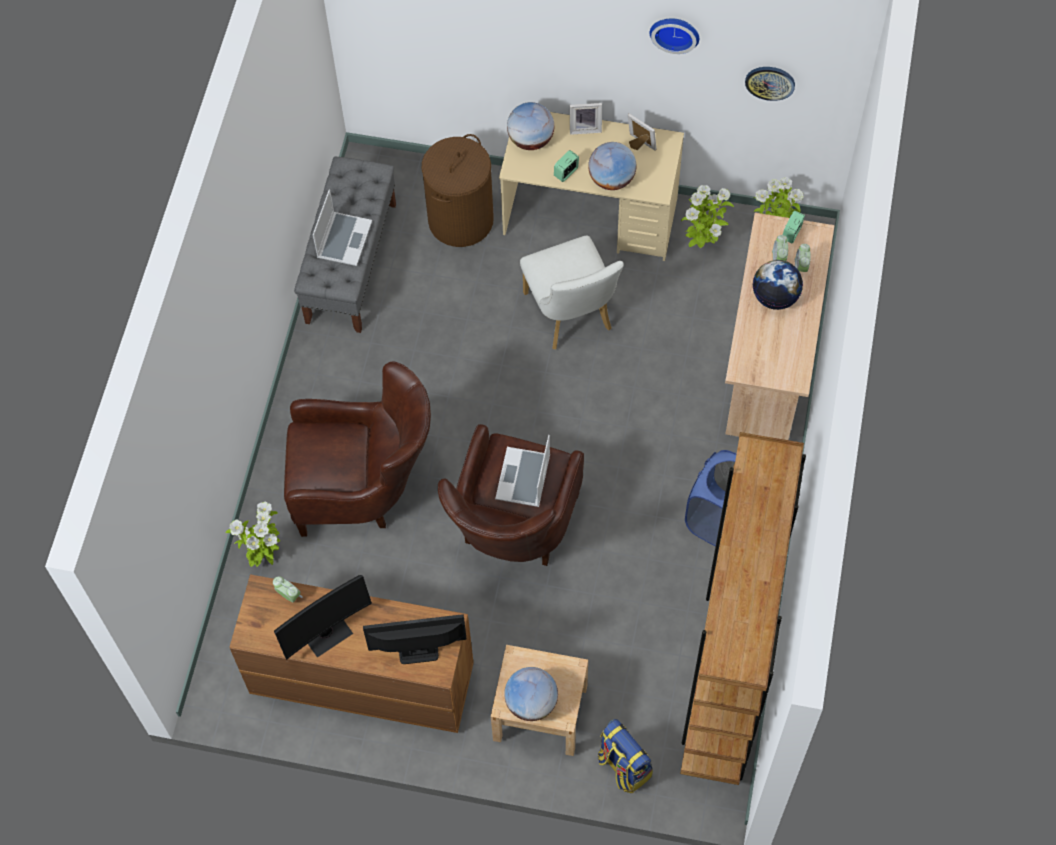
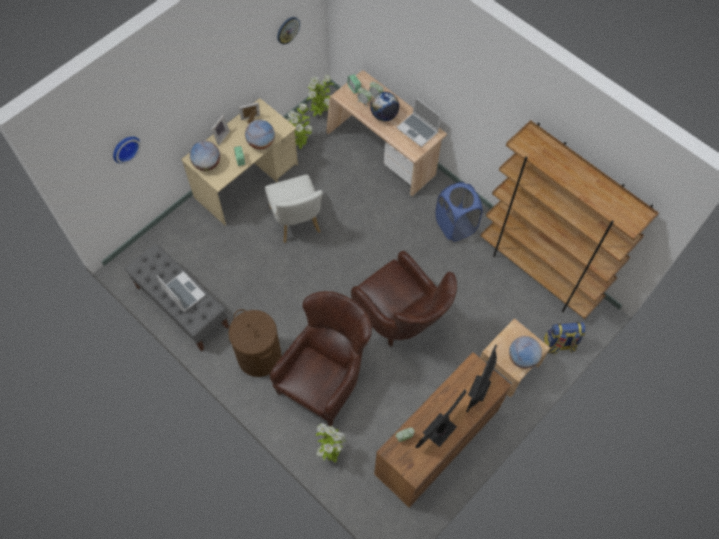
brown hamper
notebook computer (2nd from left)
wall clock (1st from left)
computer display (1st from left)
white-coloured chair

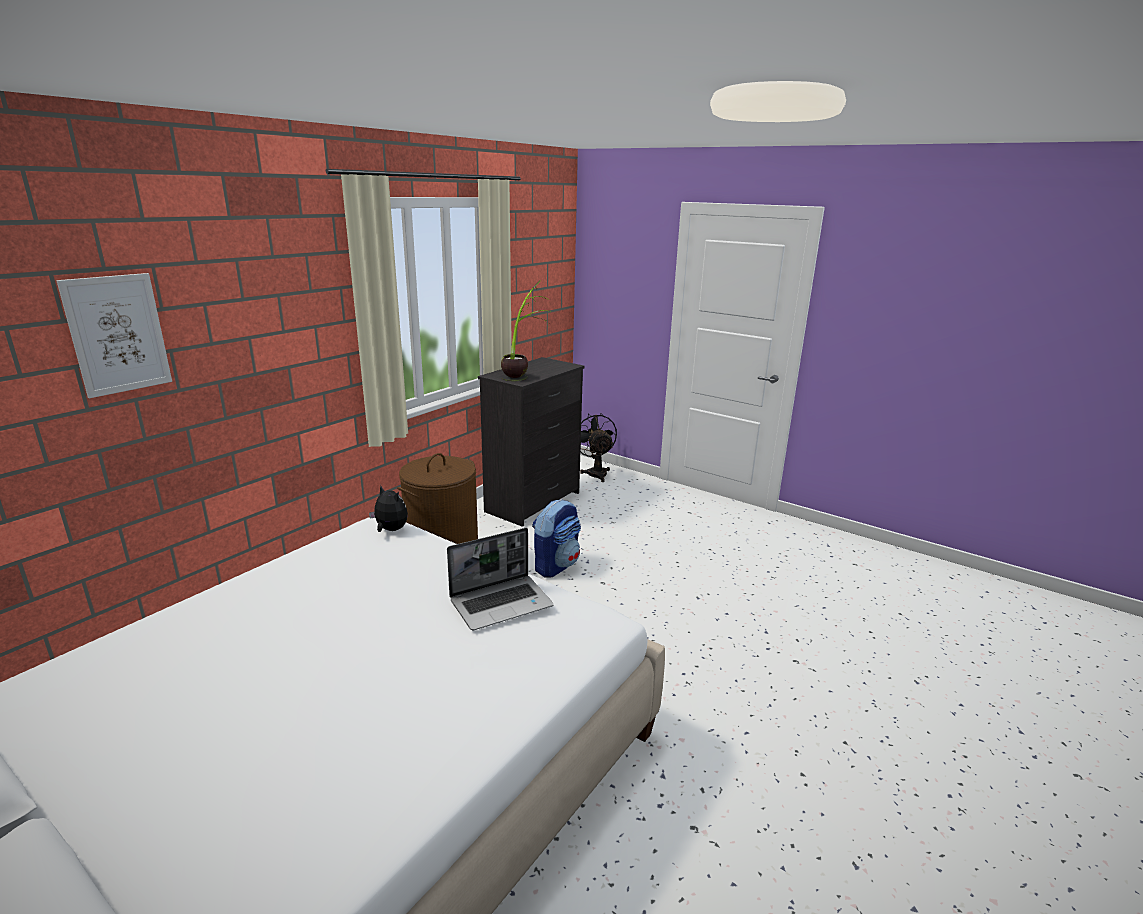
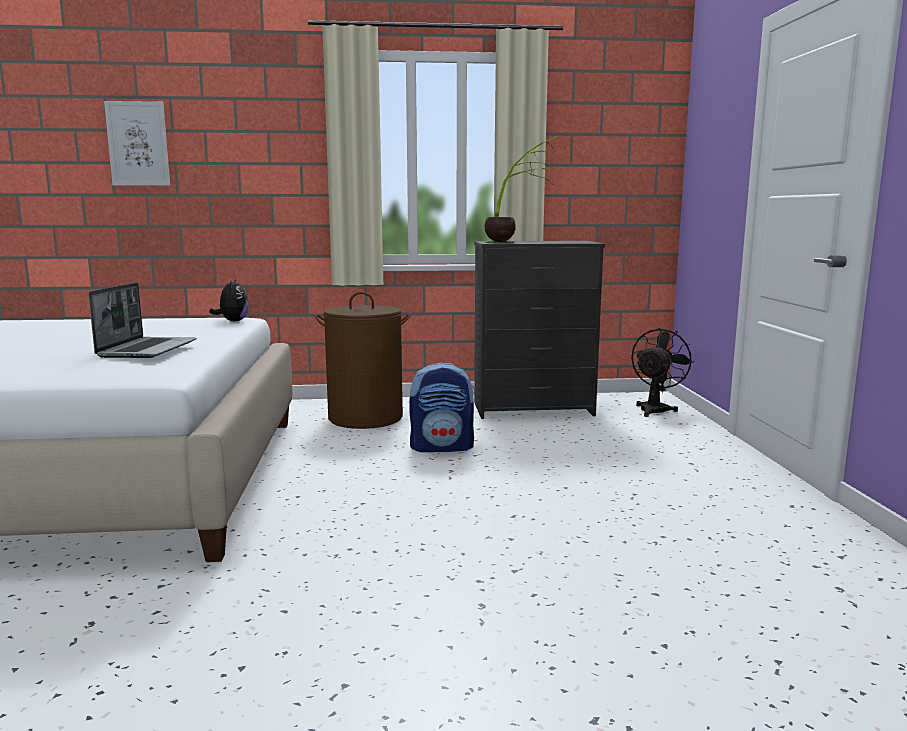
notebook computer

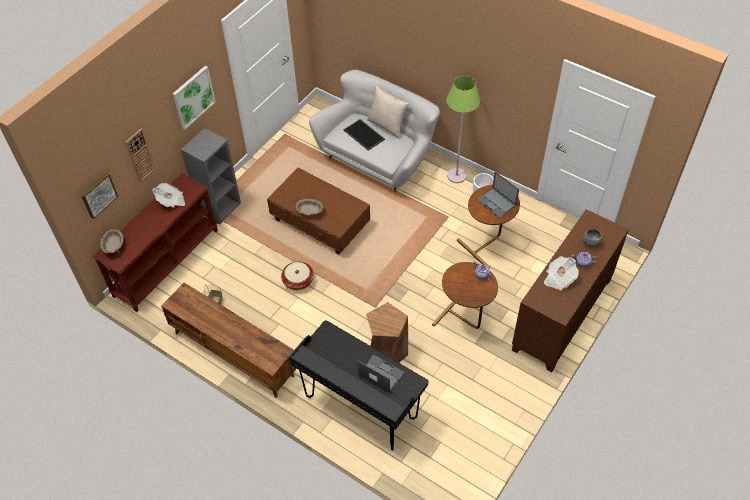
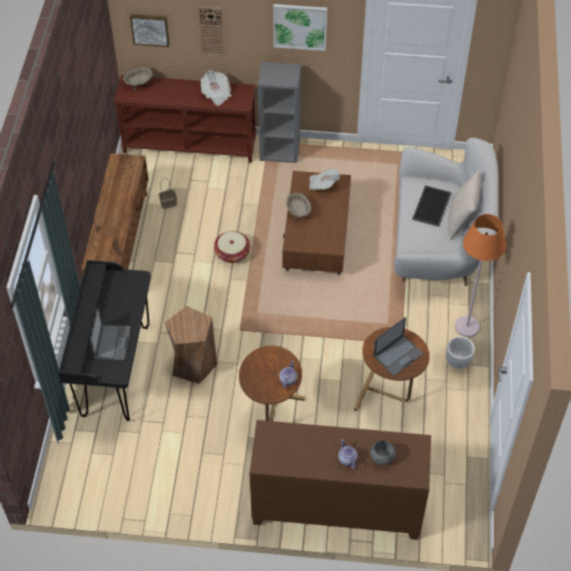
newspaper (2nd from left)
orange standing lamp
notebook computer (2nd from left)

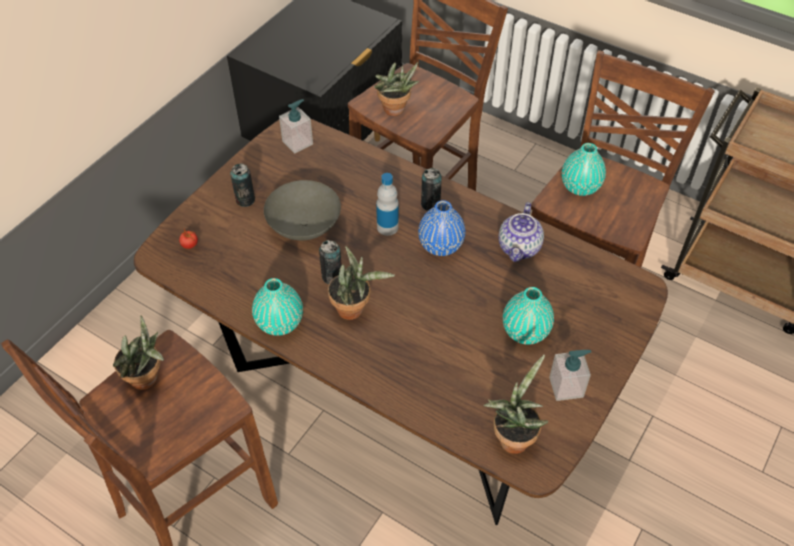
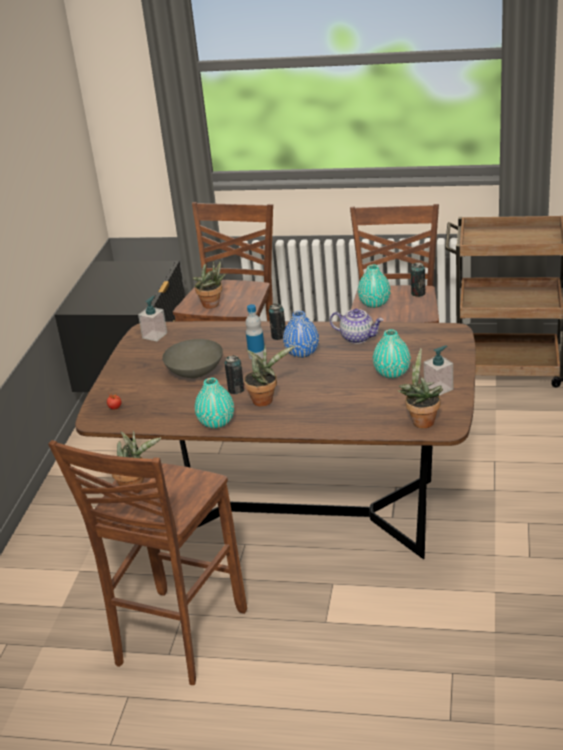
can (3rd from left)
pot for tea

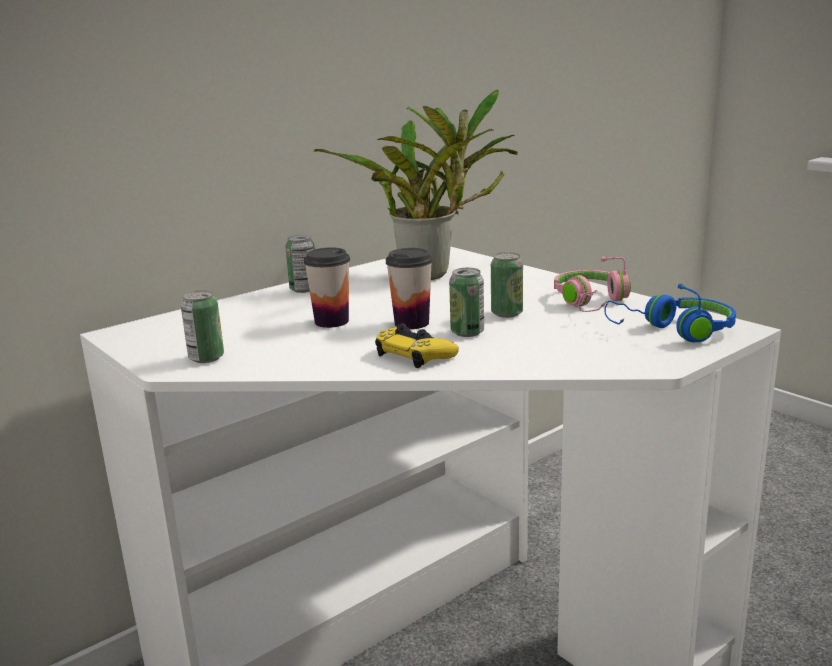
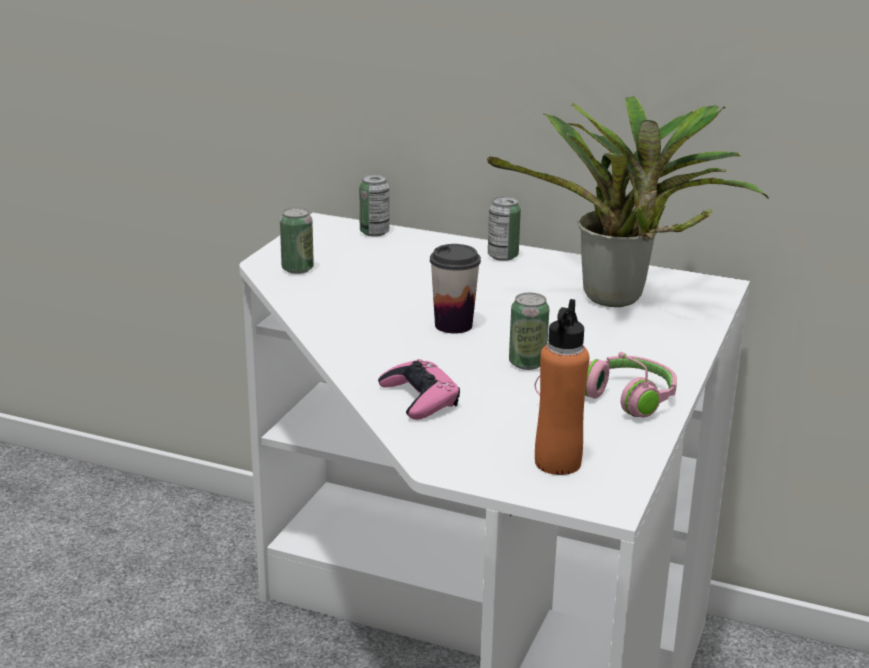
drinking cup (1st from left in the first image)
yellowish gamepad
pink gamepad
can (2nd from left)
orange drink bottle

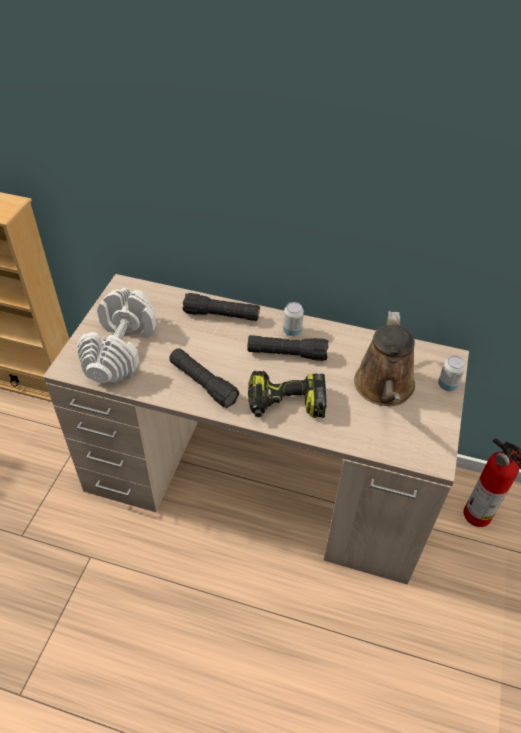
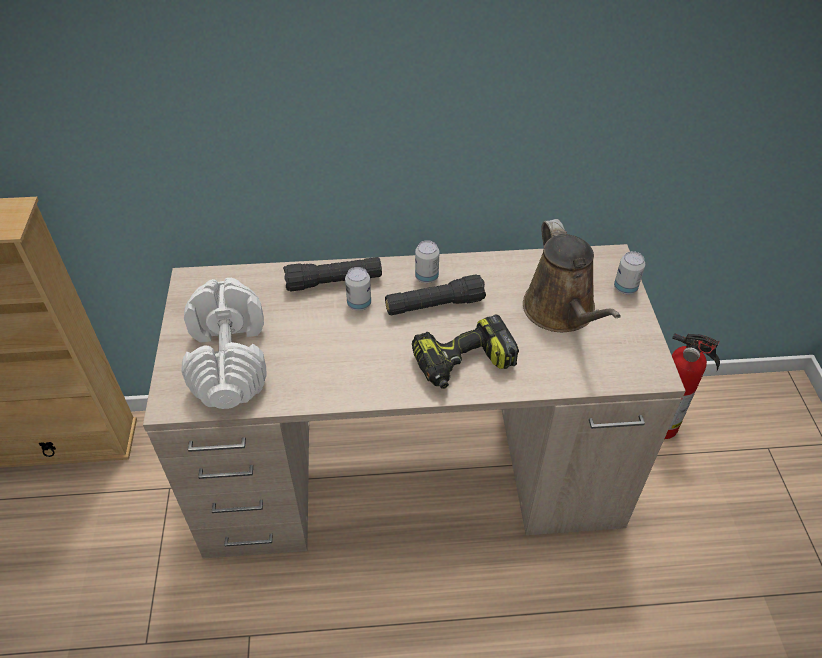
blackish flashlight (1st from left in the first image)
can (1st from left)

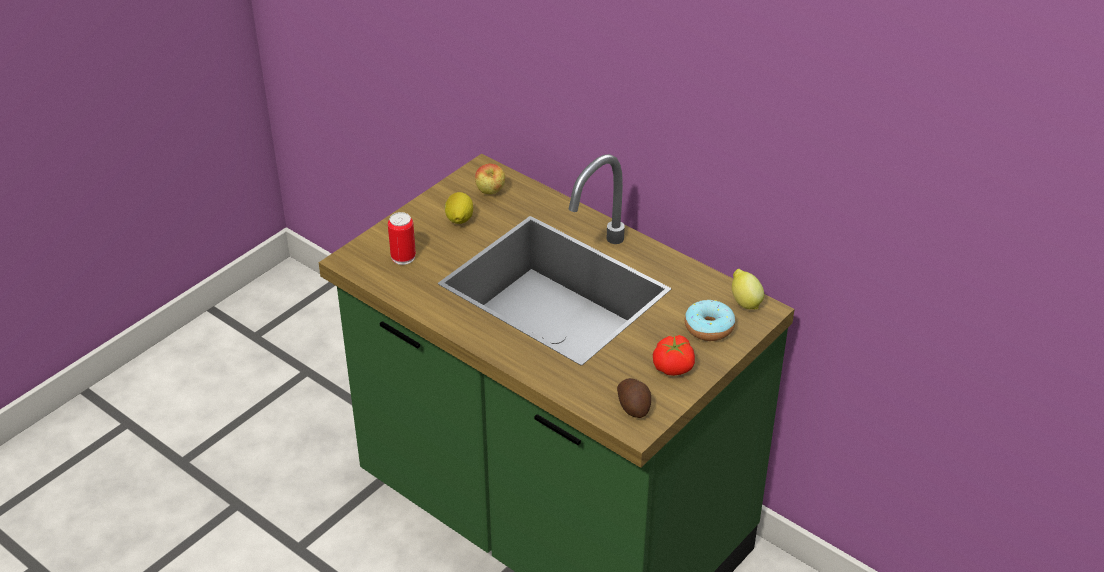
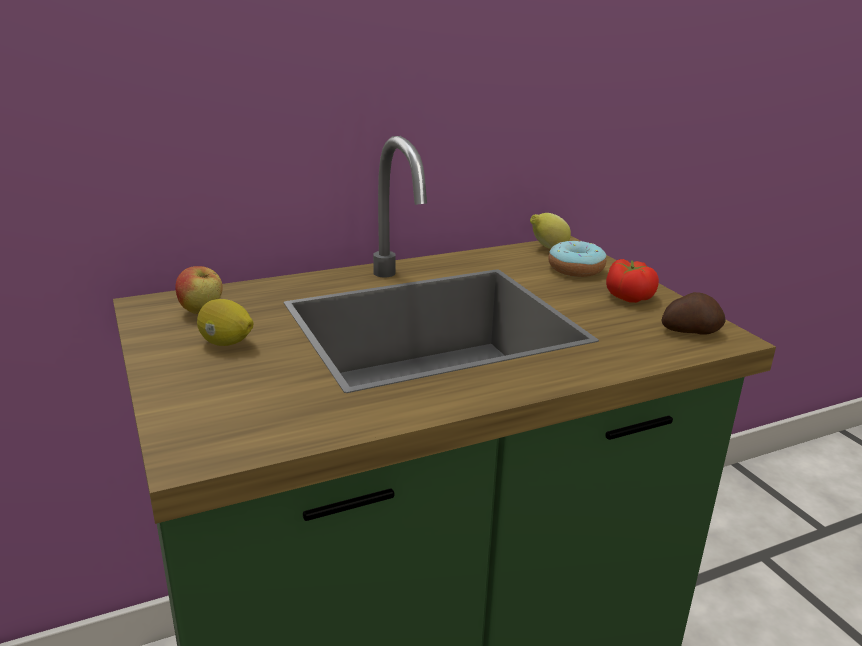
can

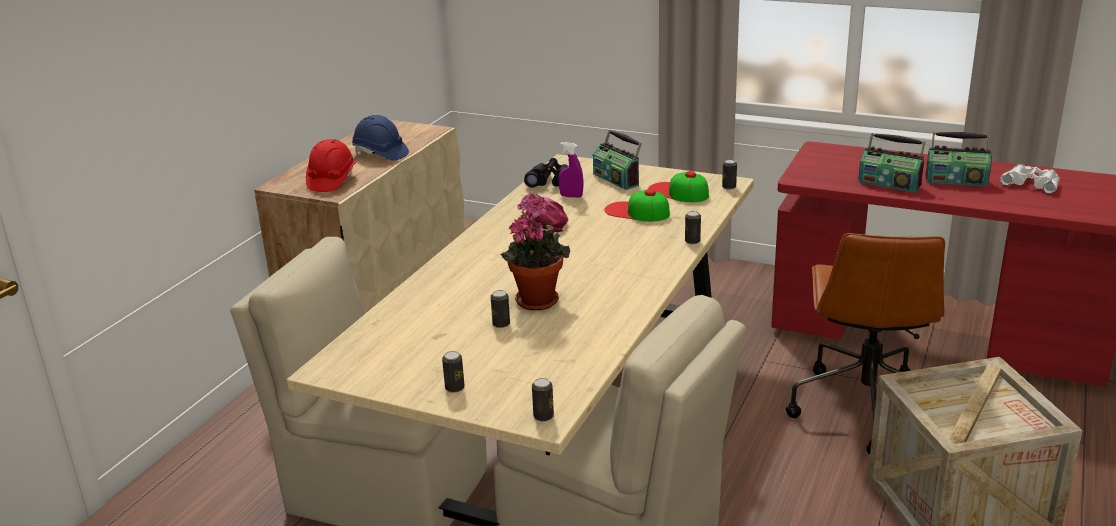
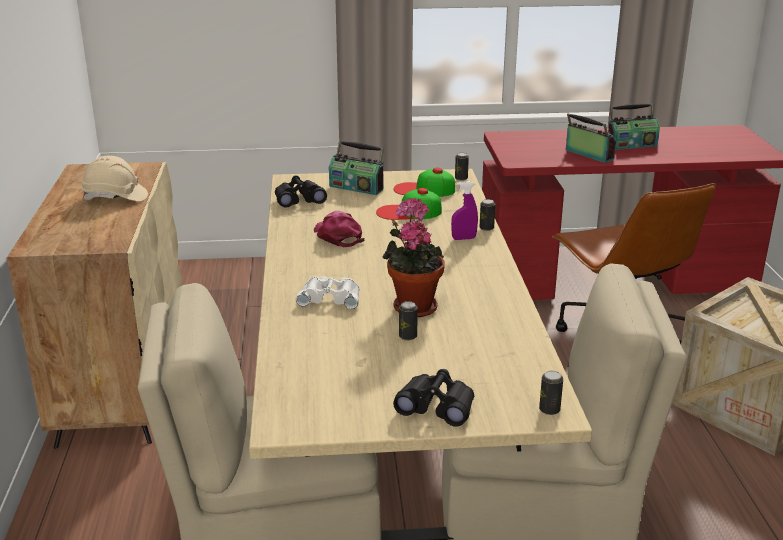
red hard hat
purple-coloured sprayer
white-coloured field glasses
blackish field glasses (2nd from left)
beige hard hat
radio (2nd from left)

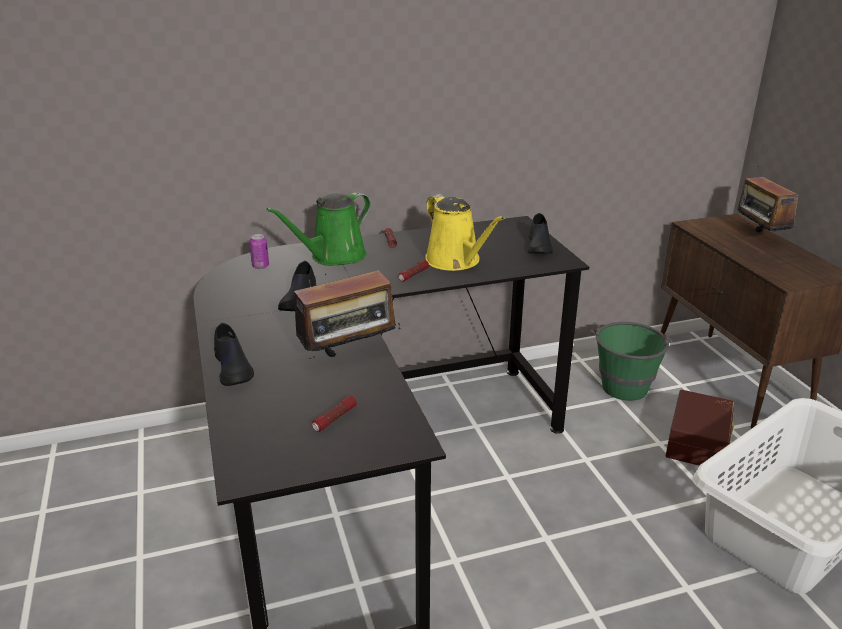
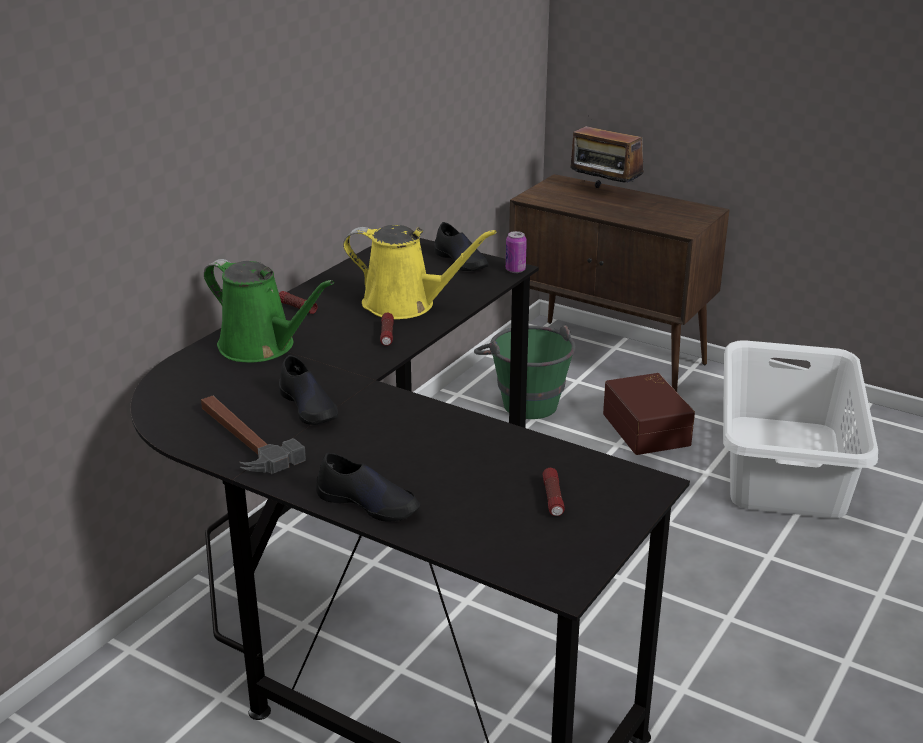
radio (1st from left in the first image)
hammer
can
green-coloured watering pot

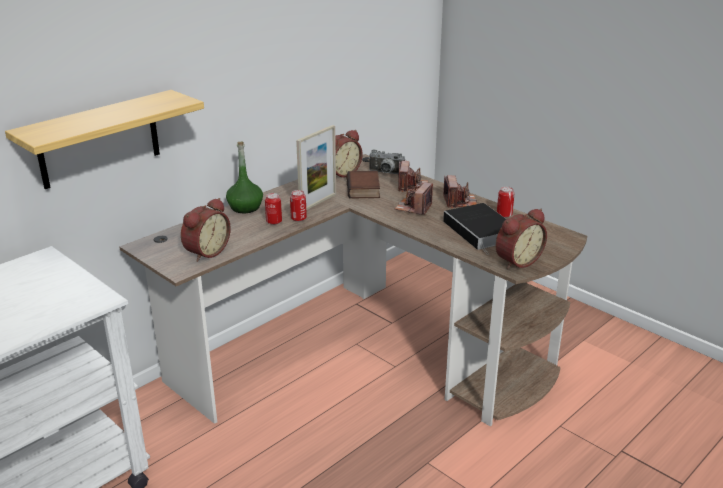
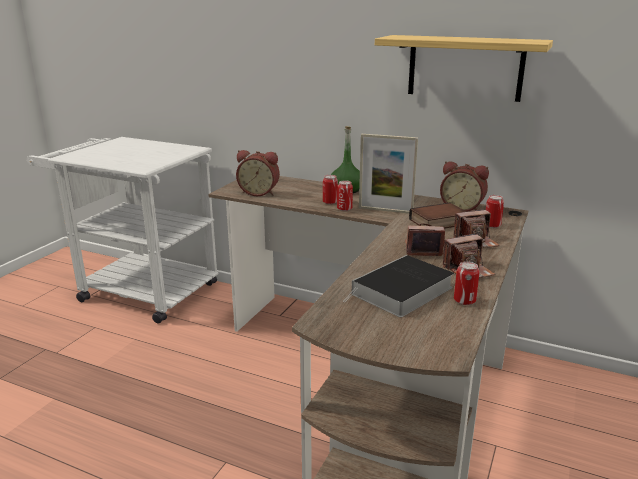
table clock (3rd from left in the first image)
shelf
can (4th from left)

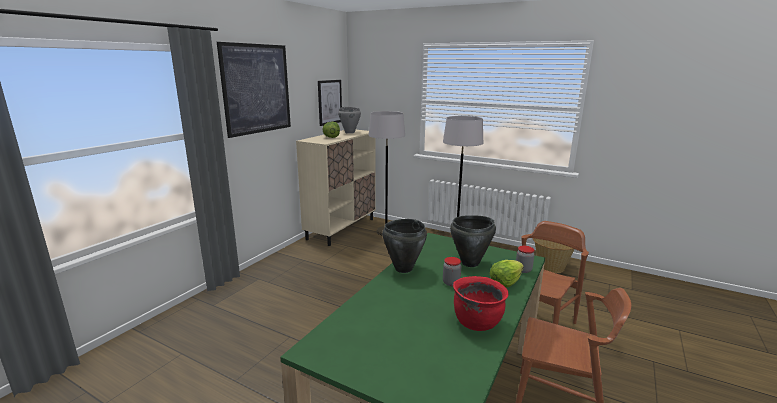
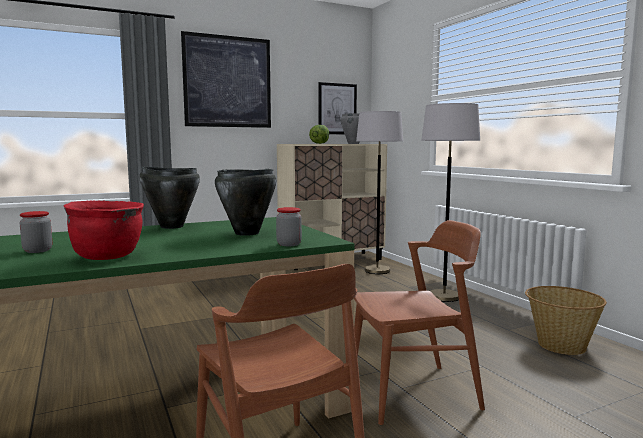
lettuce head (2nd from left in the first image)
storage jar (1st from left)

